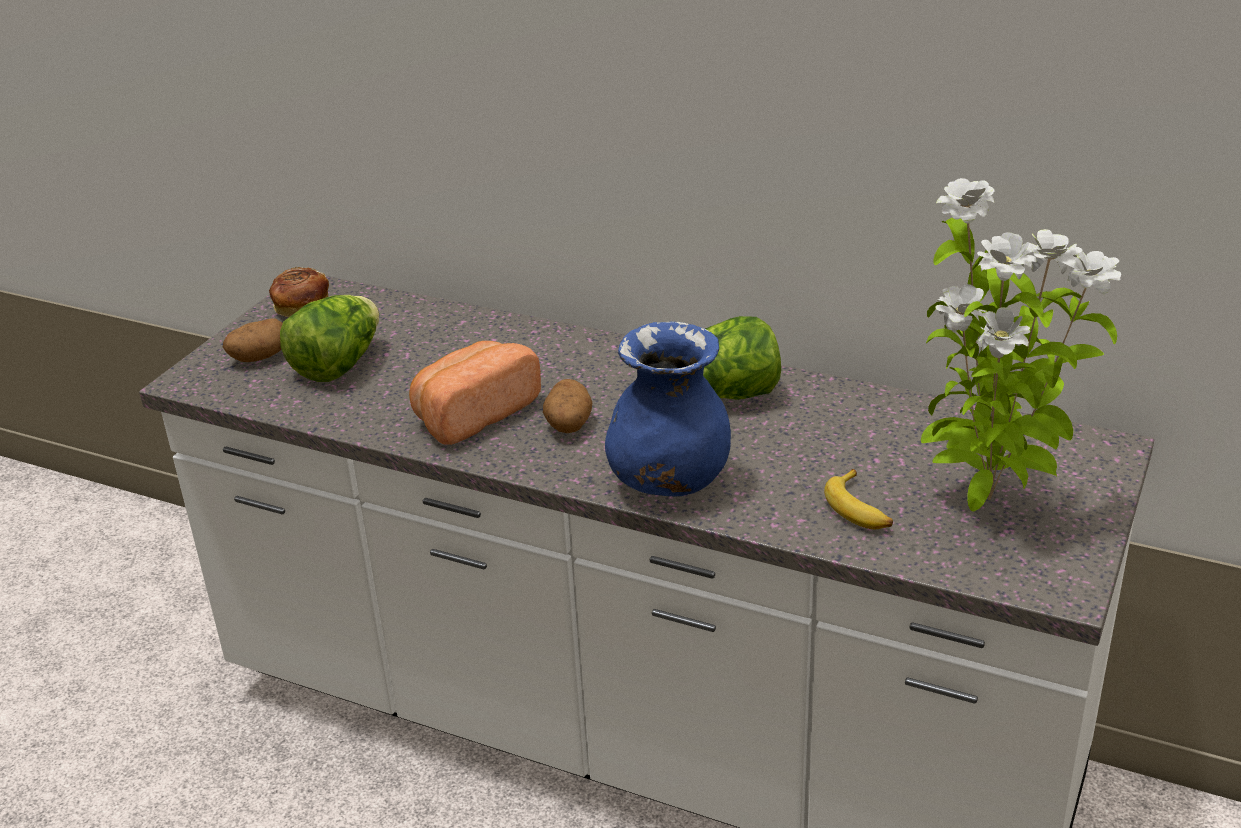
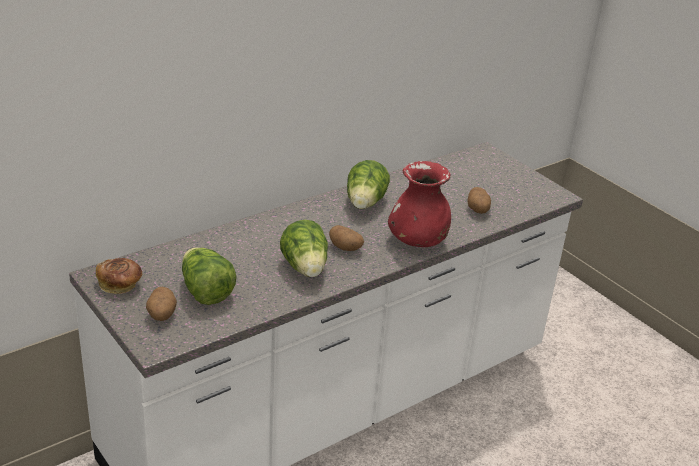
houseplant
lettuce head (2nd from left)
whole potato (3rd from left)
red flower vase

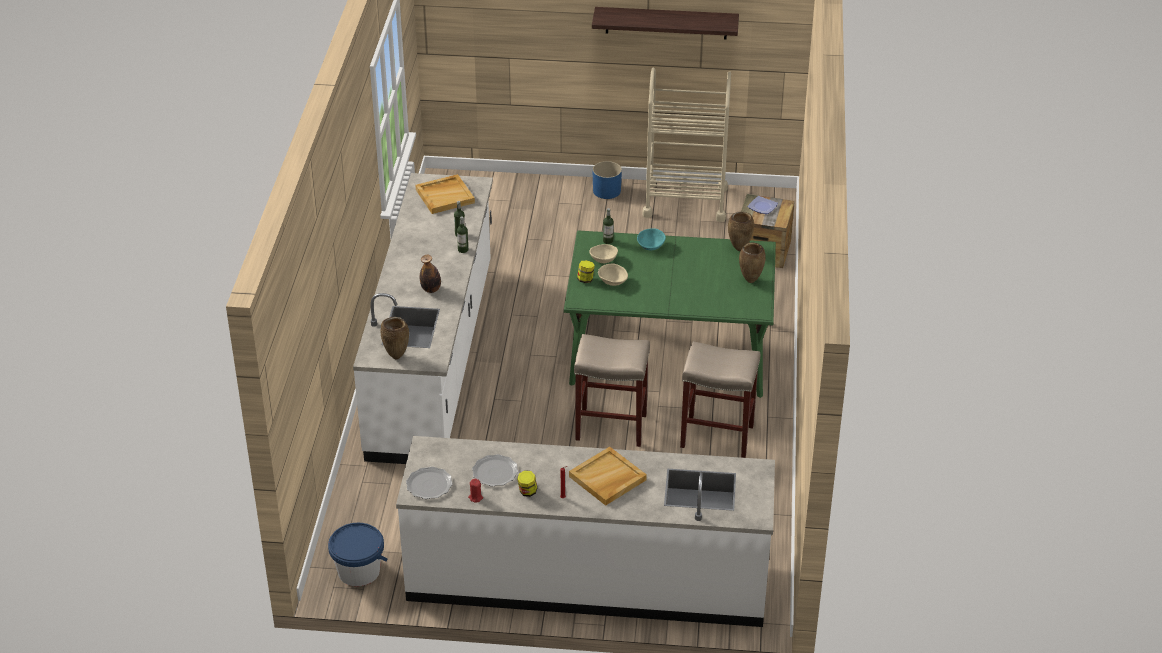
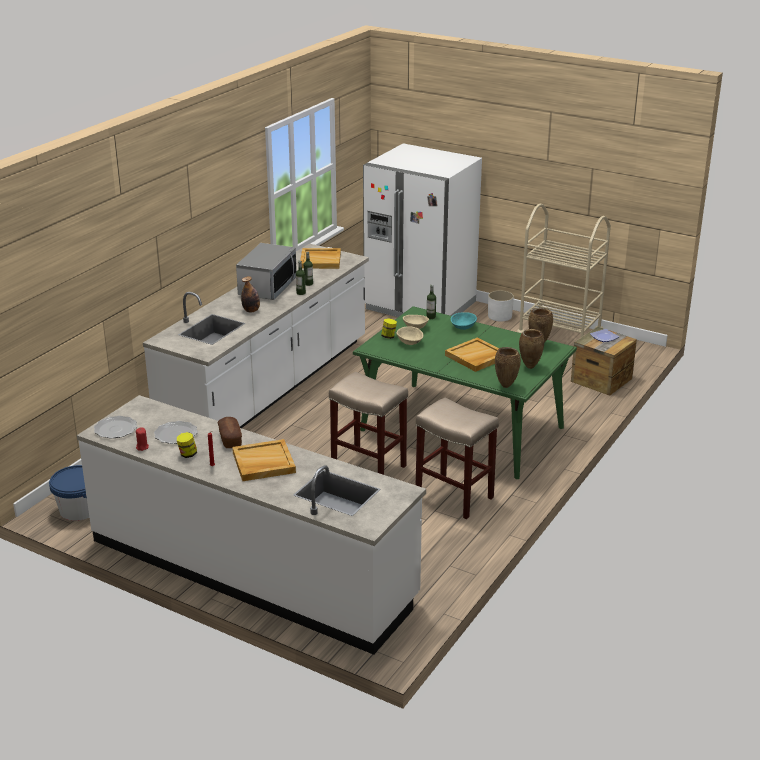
shelf
bakery bread
kitchen microwave
white-coloured fridge
beige carrying tray (3rd from left)
brown flower vase (1st from left)
white-coloured planter

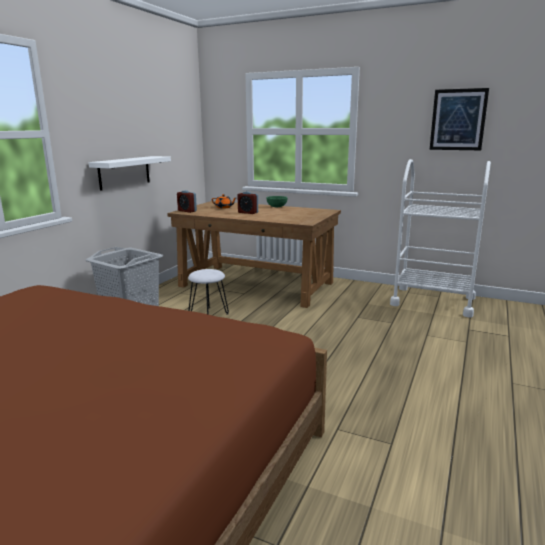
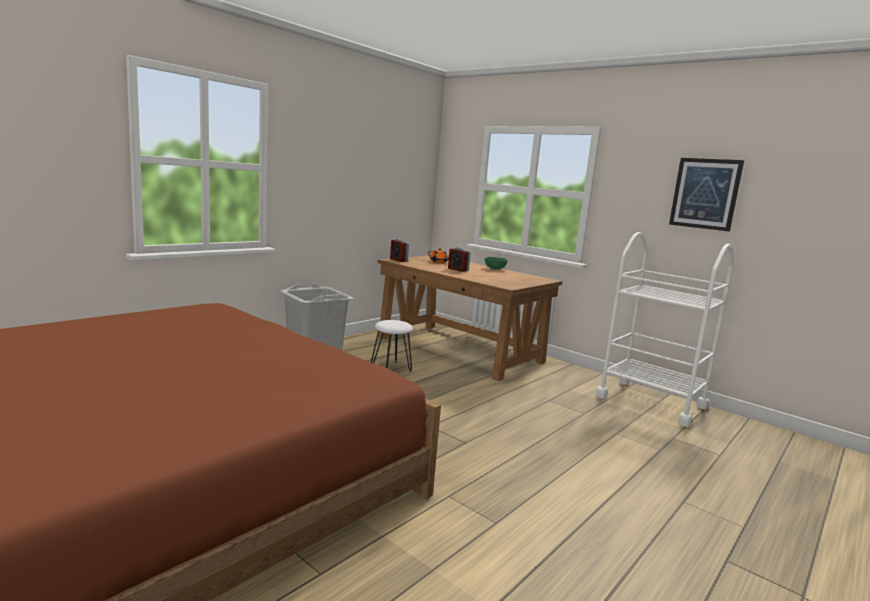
white-coloured shelf

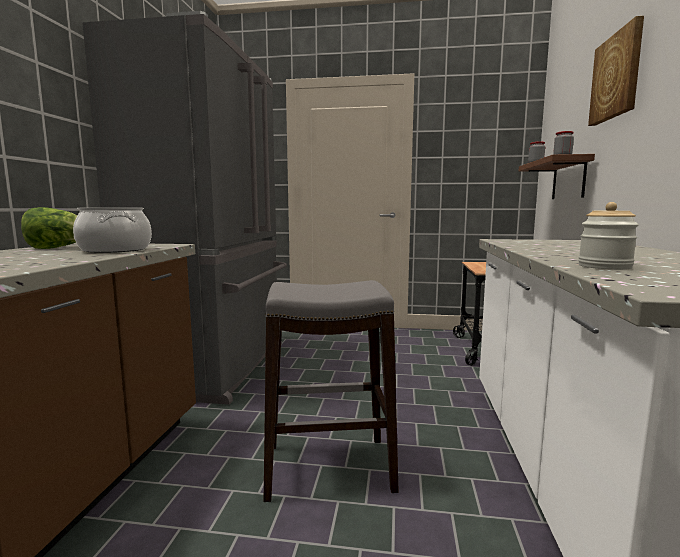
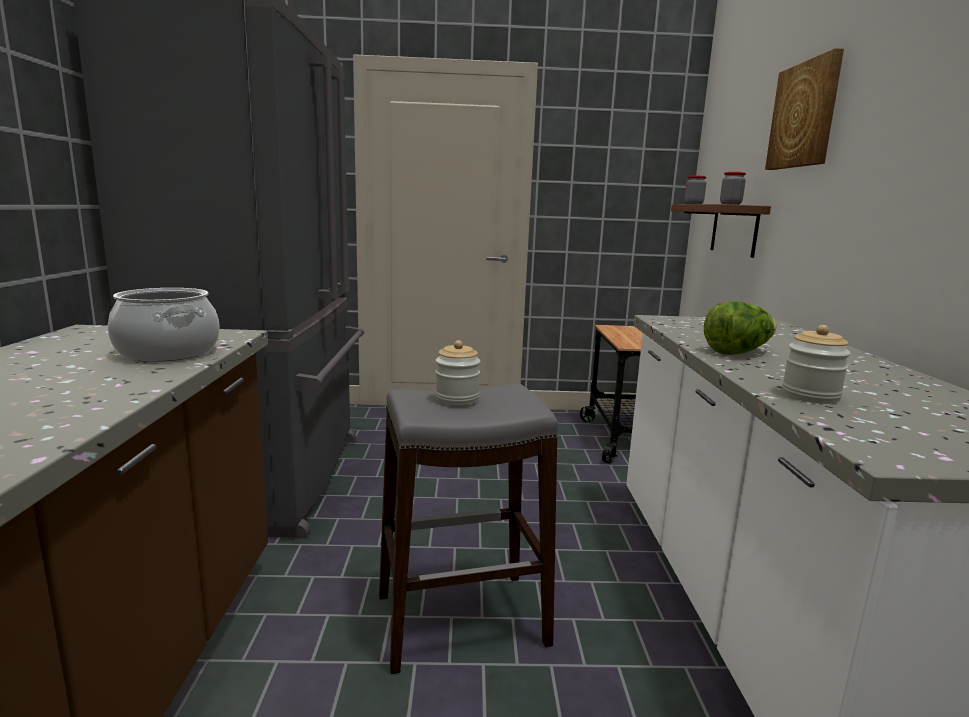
storage jar (1st from left)
lettuce head

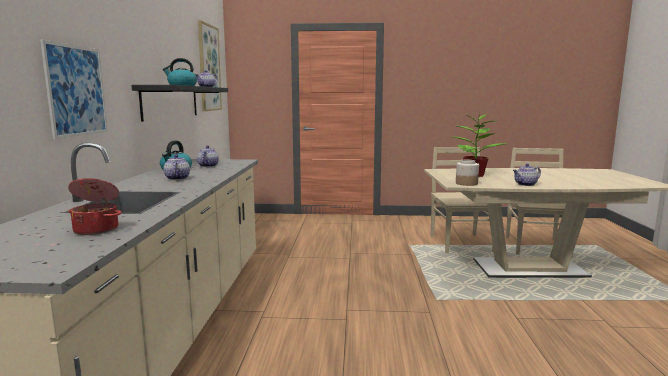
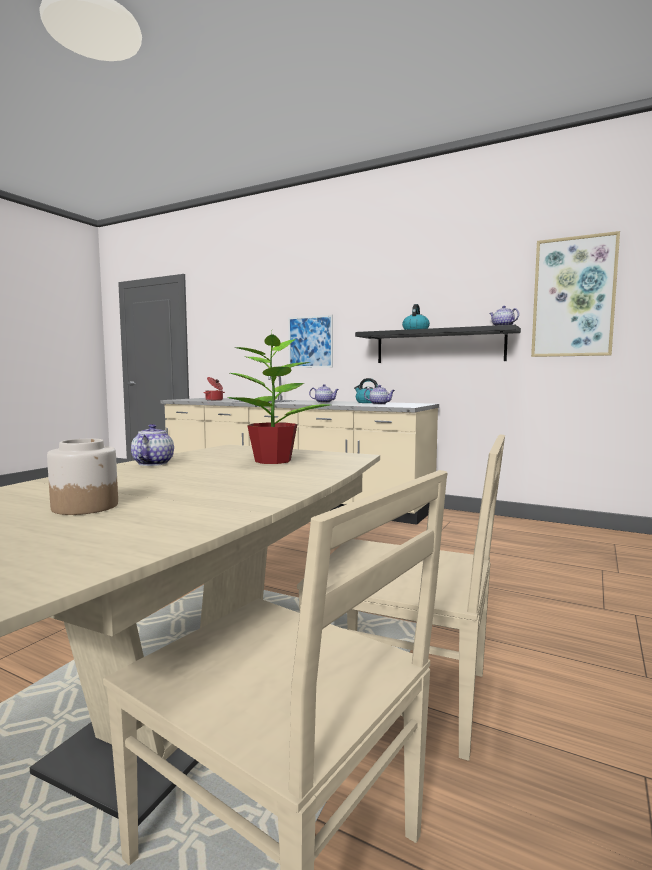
storage jar

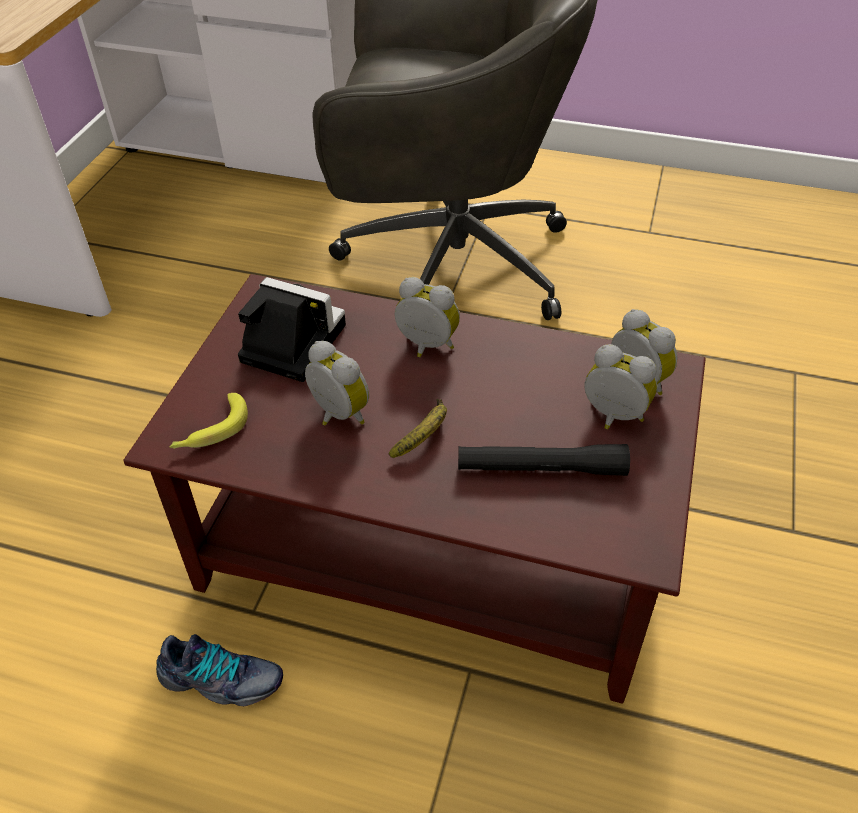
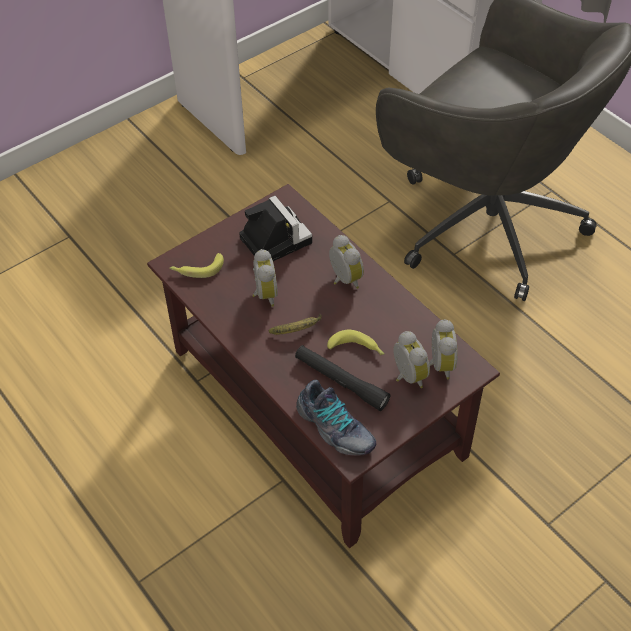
banana (3rd from left)
item of footwear

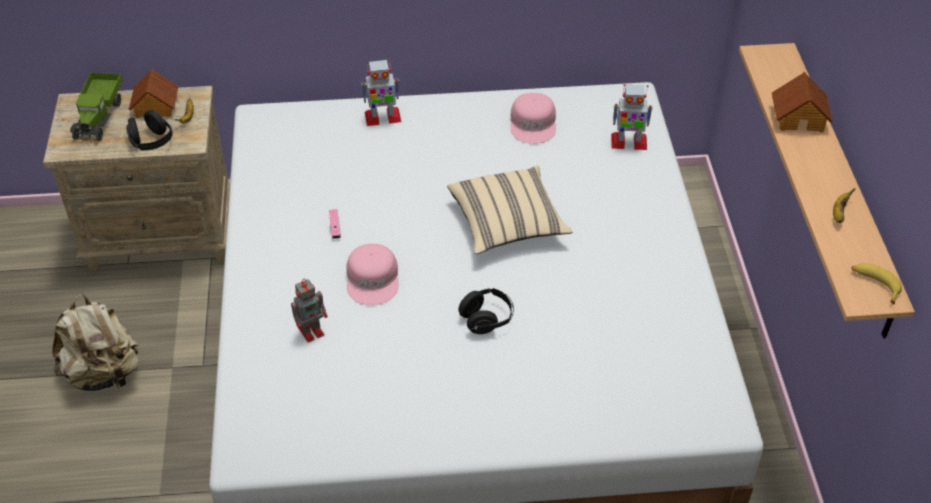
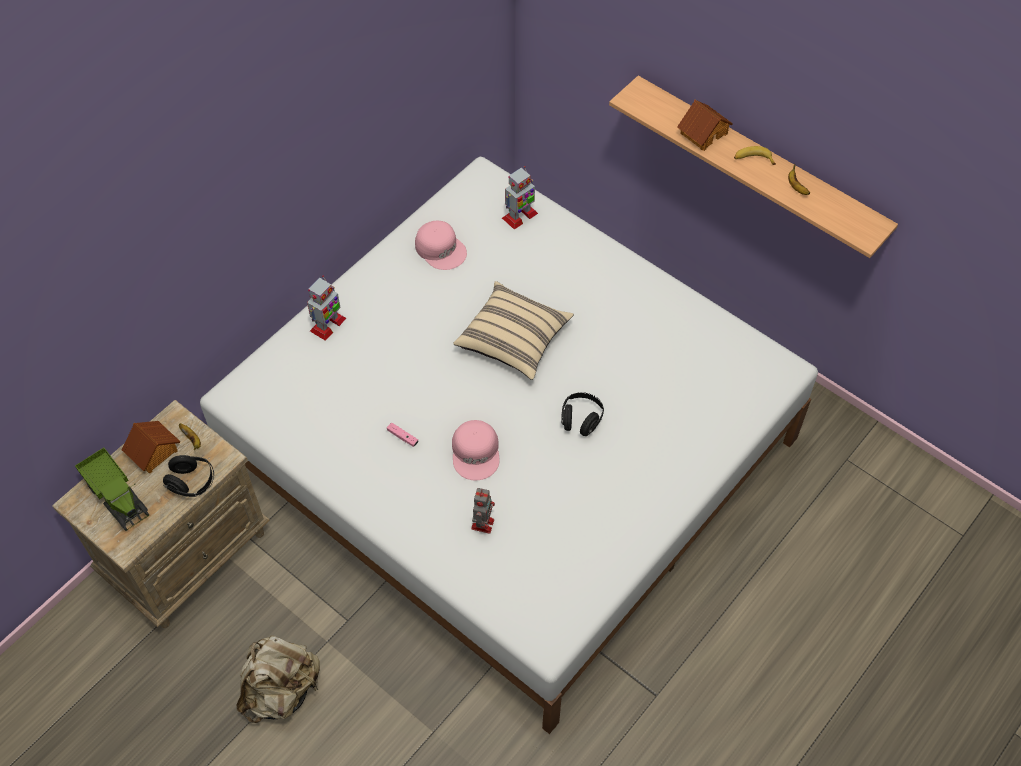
banana (2nd from left)
pink baseball cap (2nd from left)

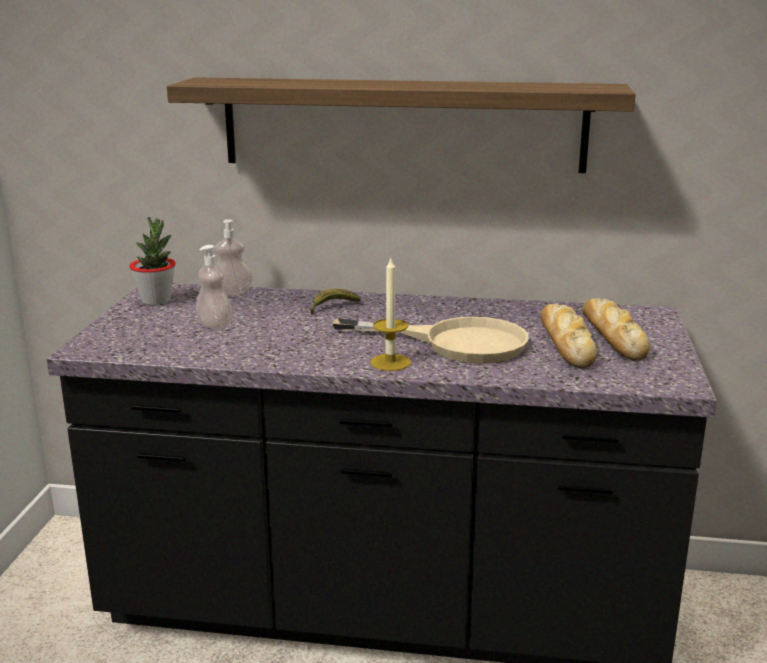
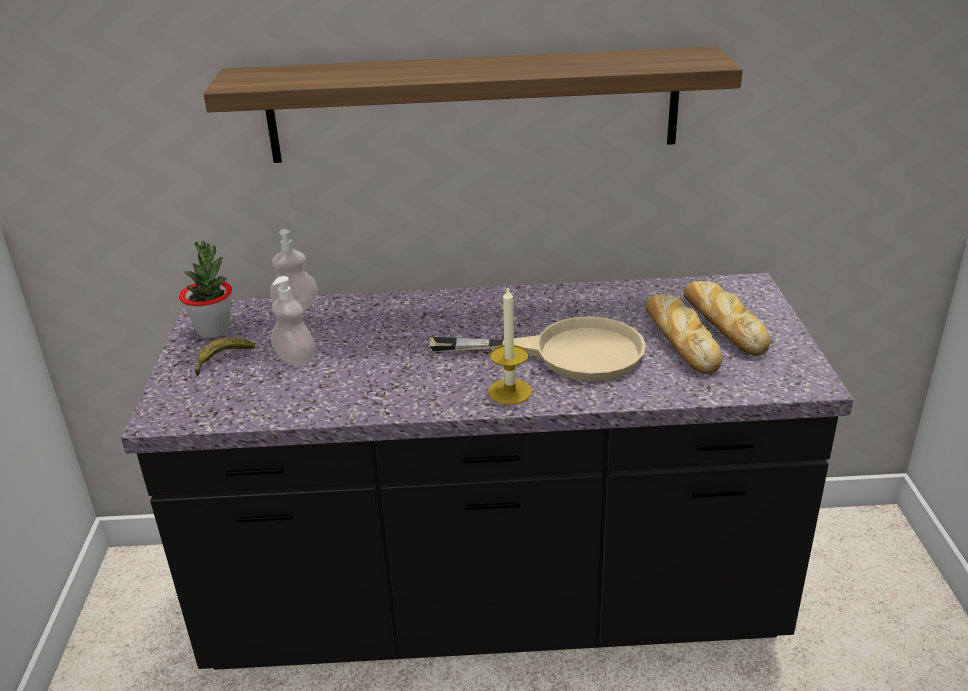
banana

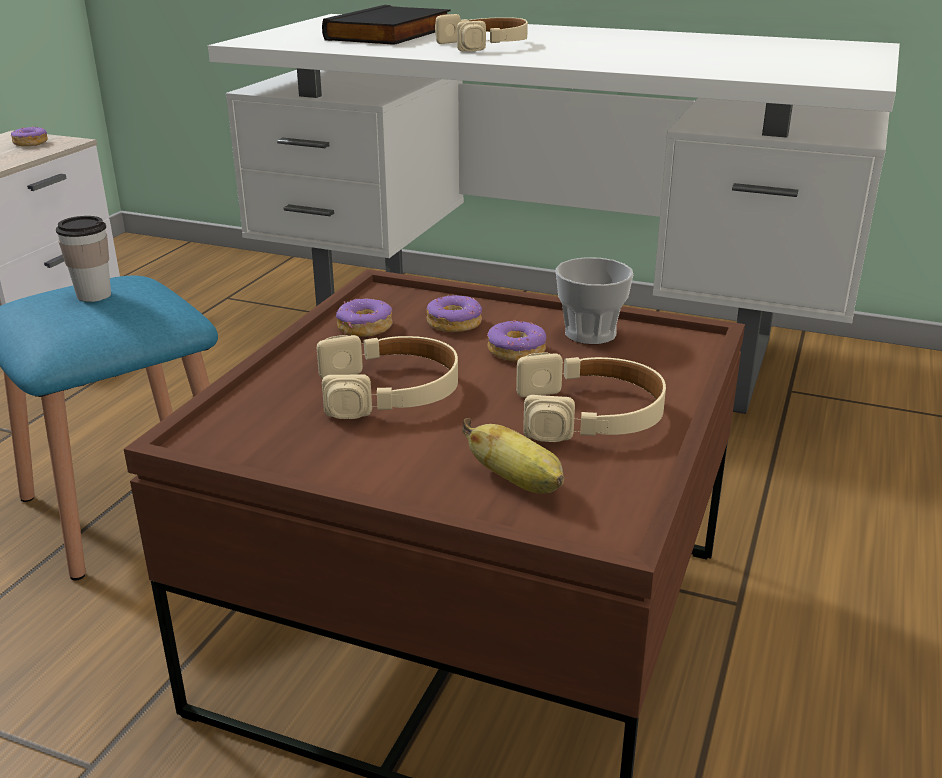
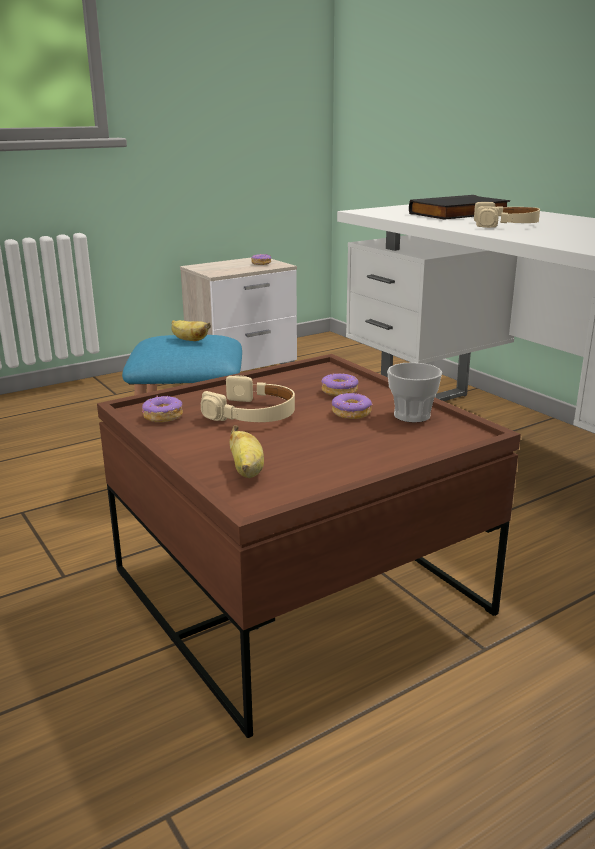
beige headset (3rd from left in the first image)
donut (1st from left)
banana (1st from left)

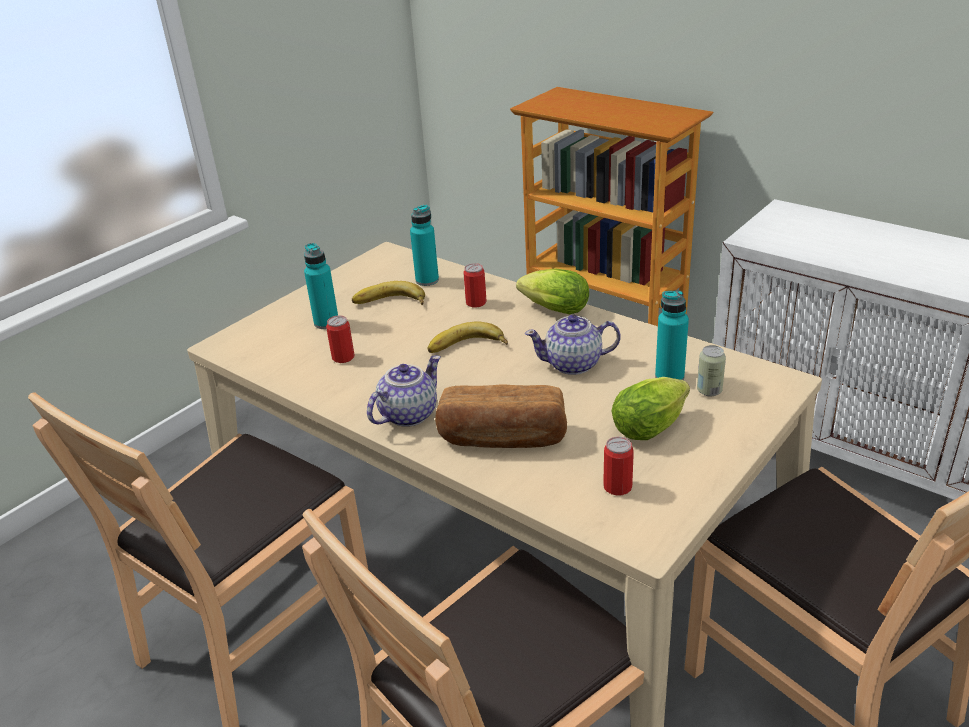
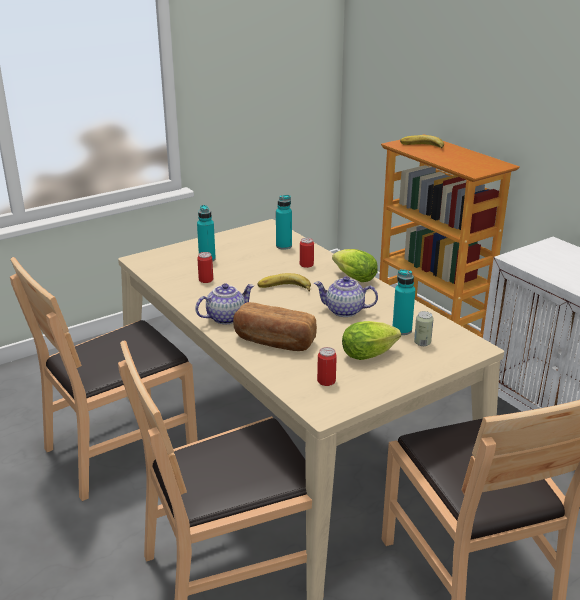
banana (2nd from left)

